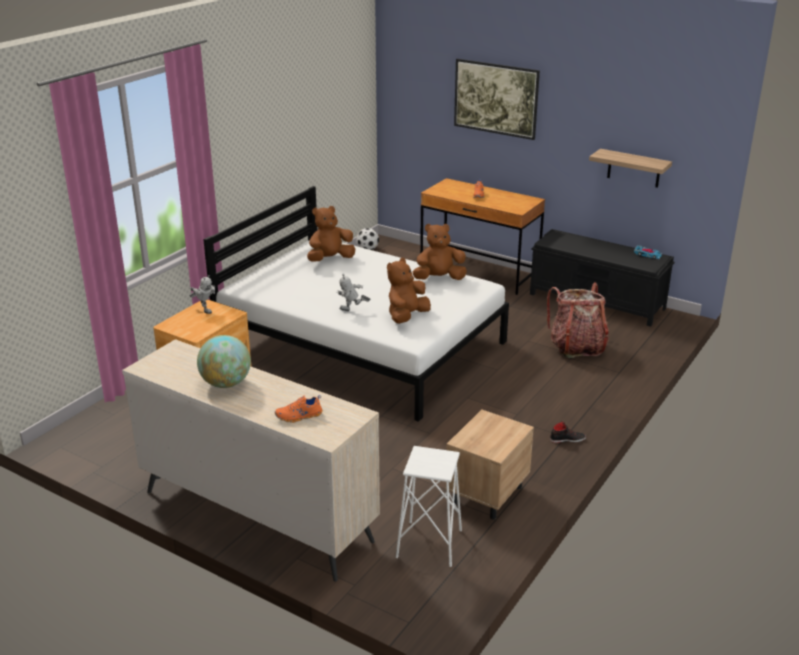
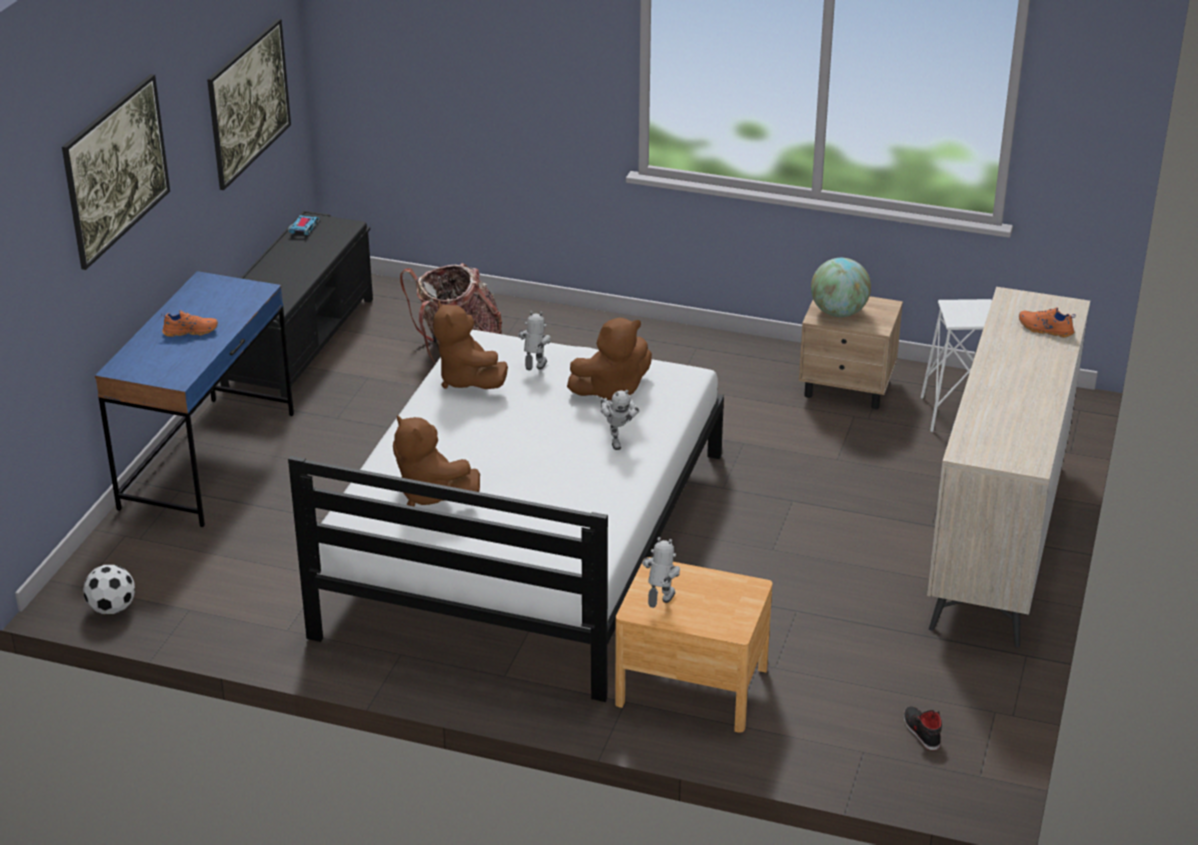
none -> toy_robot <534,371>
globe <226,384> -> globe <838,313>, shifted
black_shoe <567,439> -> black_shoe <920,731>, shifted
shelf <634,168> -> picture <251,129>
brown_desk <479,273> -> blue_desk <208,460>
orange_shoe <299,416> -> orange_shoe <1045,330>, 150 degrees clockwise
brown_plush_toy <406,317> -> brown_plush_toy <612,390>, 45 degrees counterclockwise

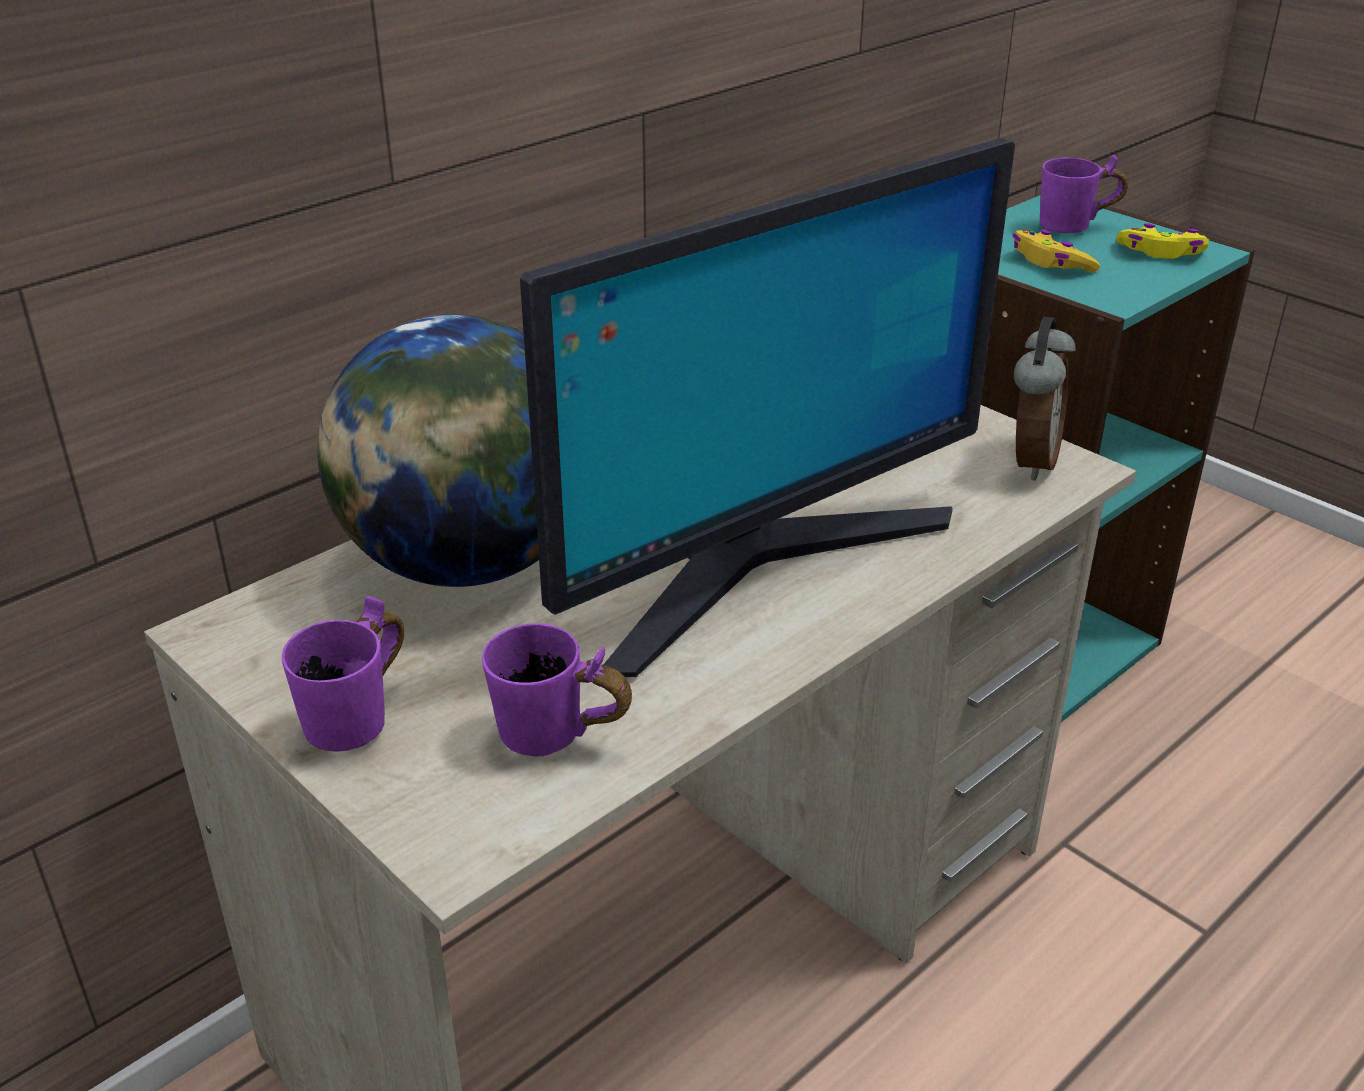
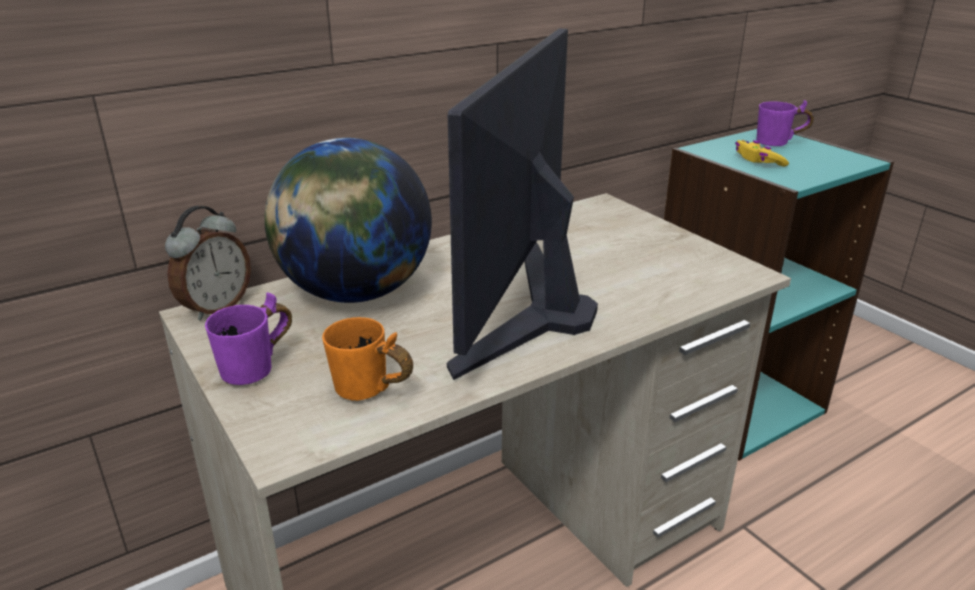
yellow_game_controller <1161,253> -> none
alarm_clock <1030,461> -> alarm_clock <215,307>, shifted
purple_mug <554,745> -> orange_mug <367,395>
monitor <759,567> -> monitor <530,310>, 135 degrees clockwise

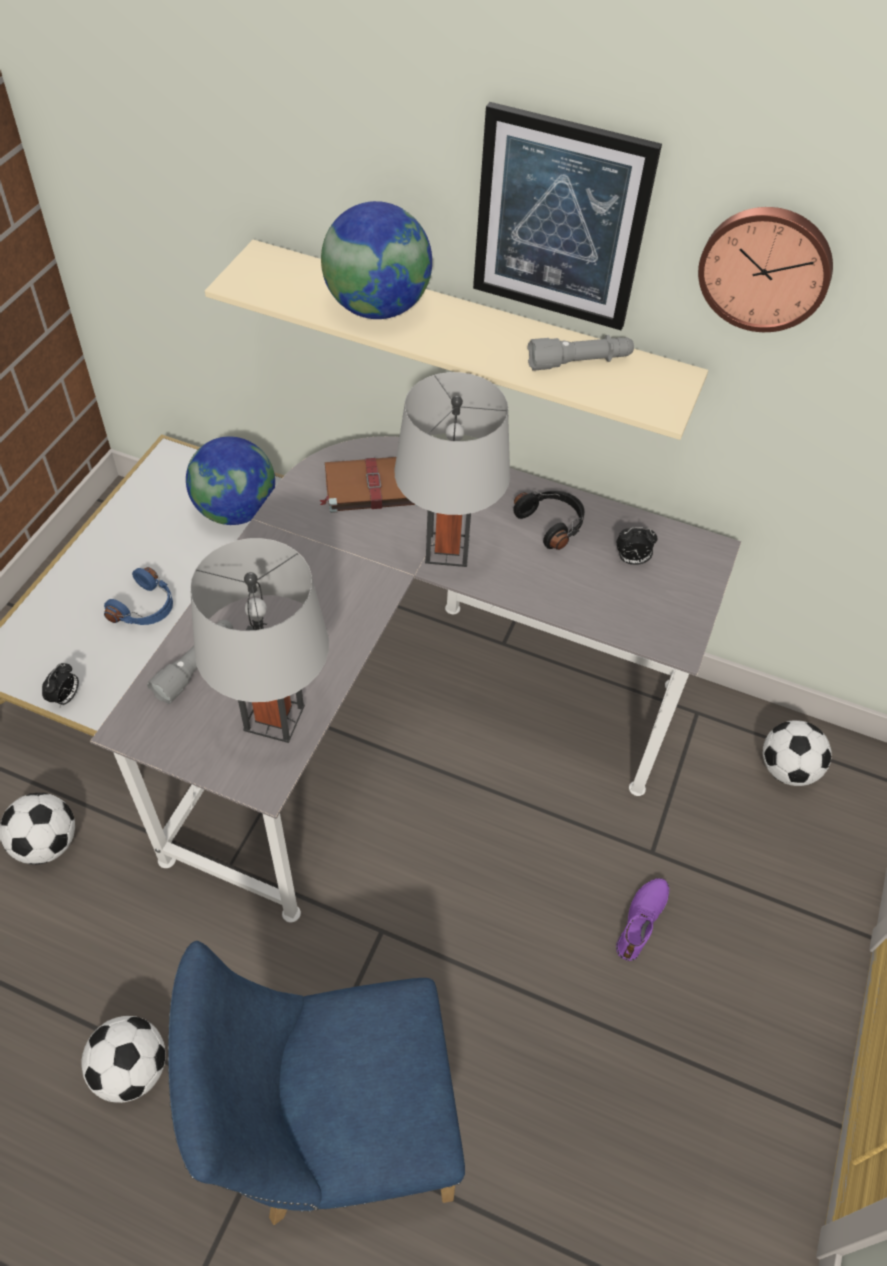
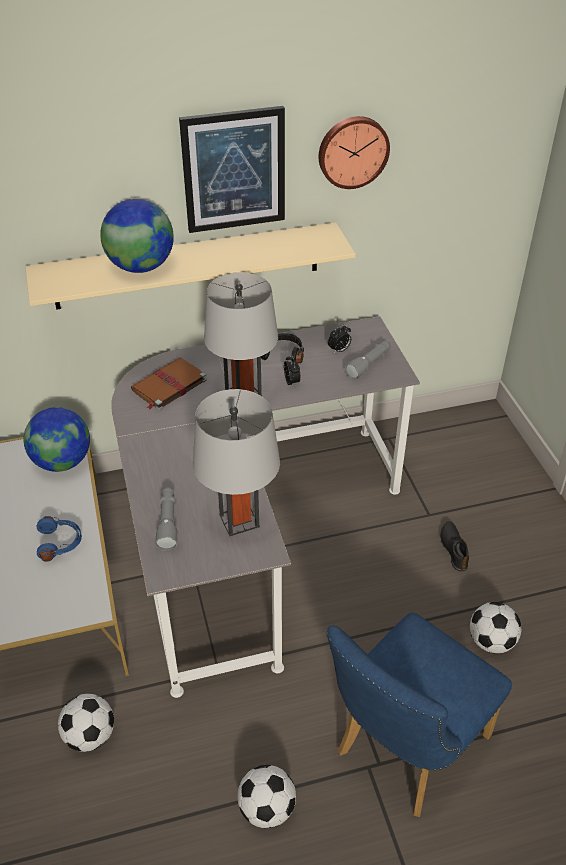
alarm_clock <66,698> -> alarm_clock <292,382>, shifted
grey_flashlight <579,362> -> grey_flashlight <369,364>, shifted
football <787,769> -> football <491,641>, shifted
purple_shoe <642,921> -> black_shoe <454,548>

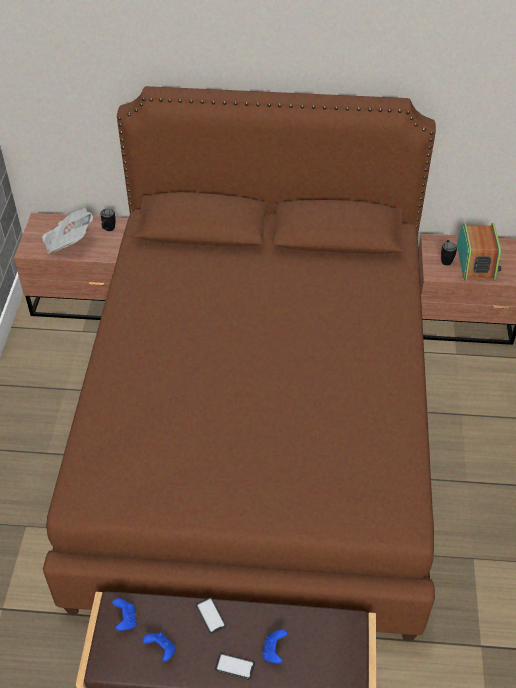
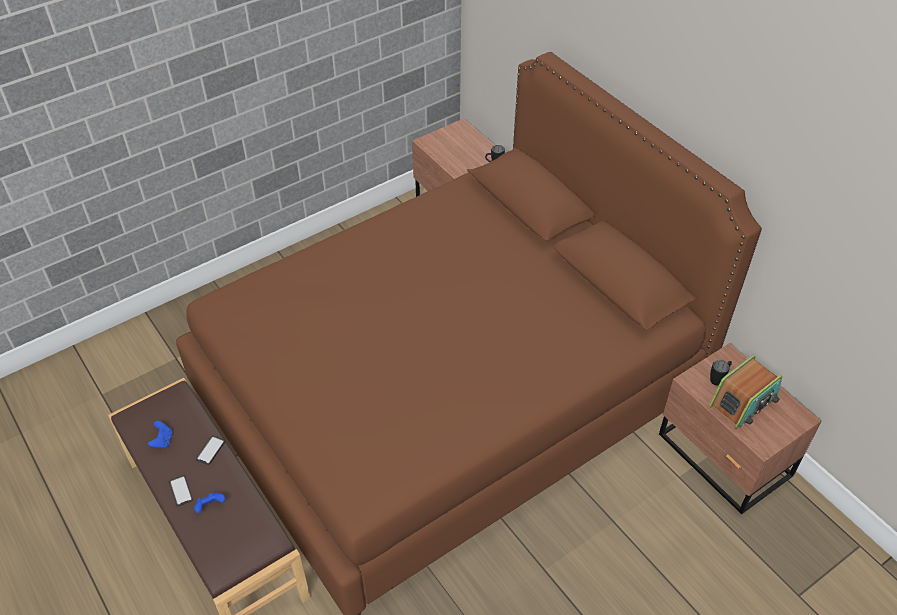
newspaper <68,242> -> none
blue_game_controller <125,619> -> none

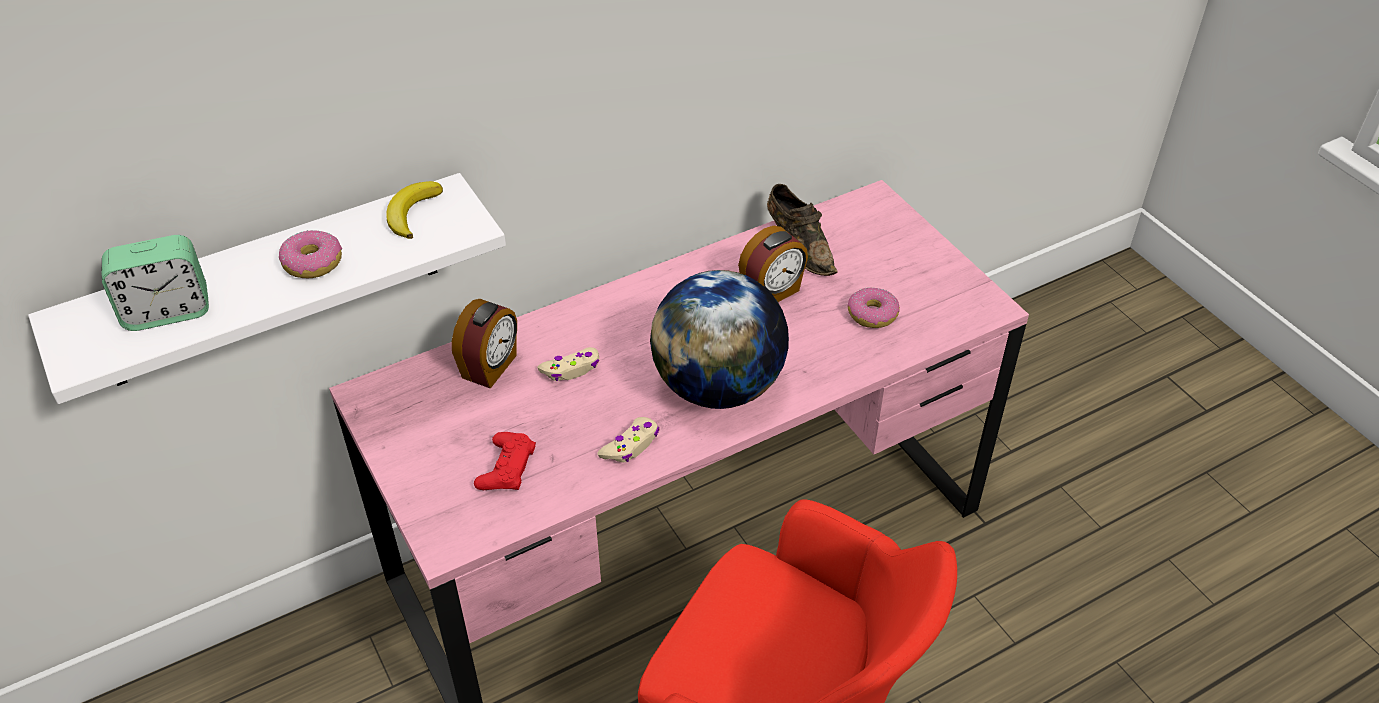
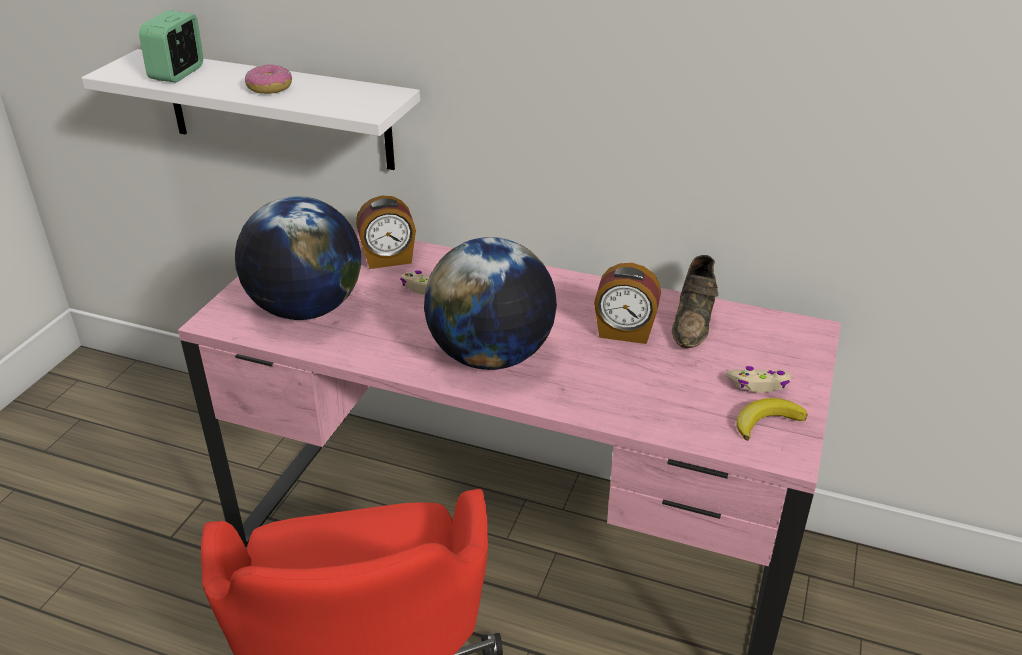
donut <872,314> -> none
banana <412,213> -> banana <766,421>, shifted
beige_game_controller <631,446> -> beige_game_controller <759,385>, shifted
red_game_controller <506,467> -> globe <306,309>
alarm_clock <167,311> -> alarm_clock <178,73>, 75 degrees clockwise

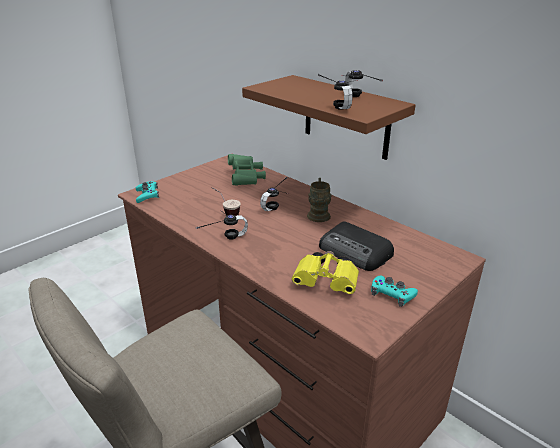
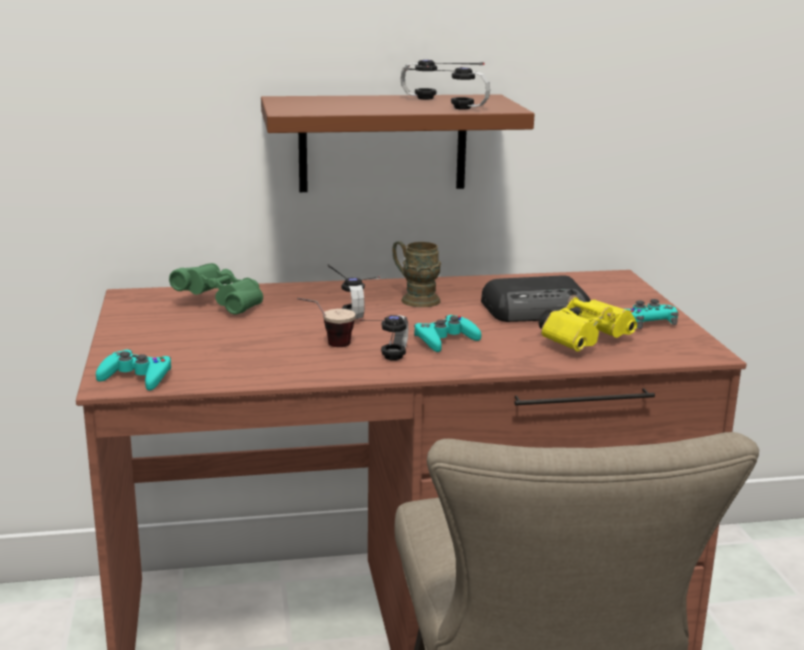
none -> turquoise_game_controller <445,340>

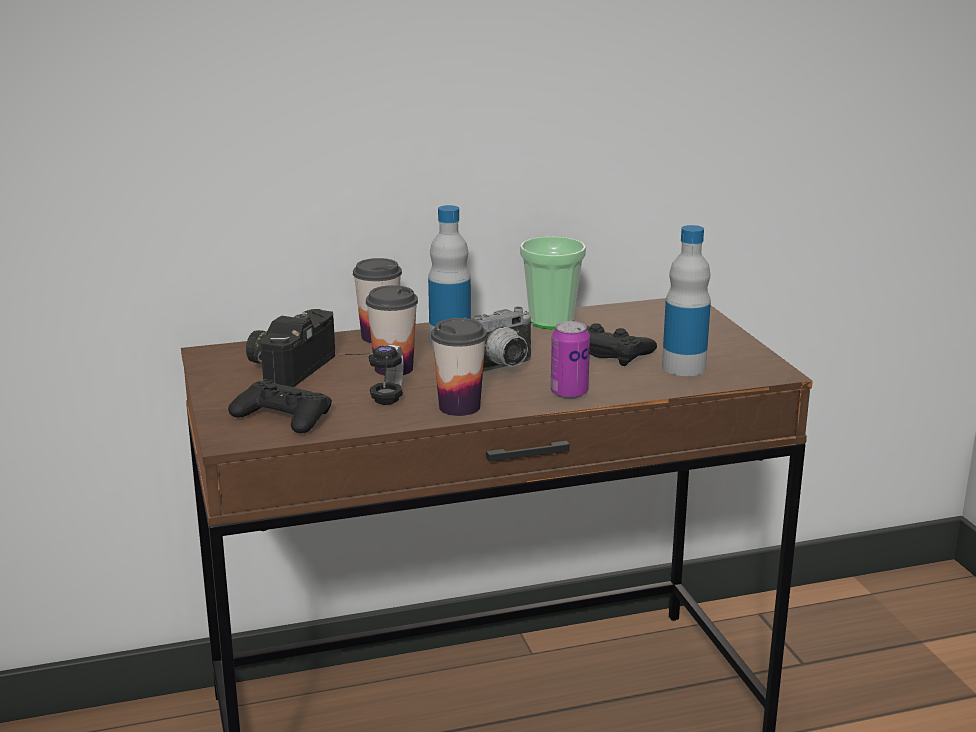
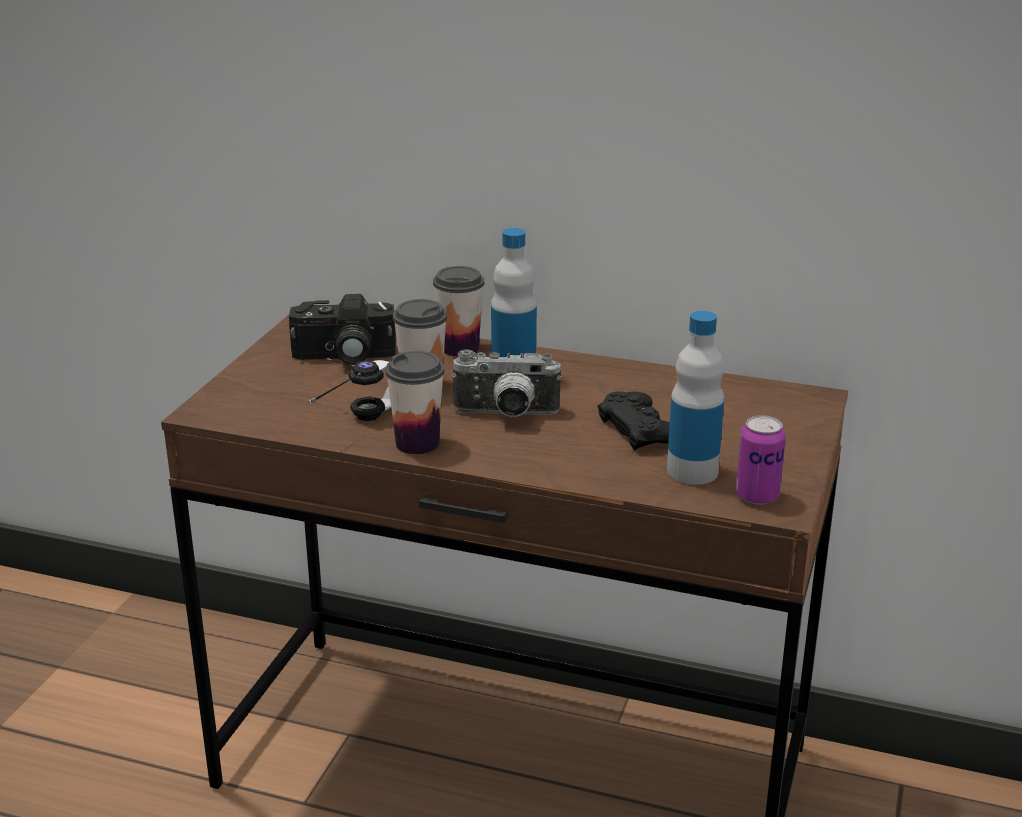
black_game_controller <283,417> -> none
cup <551,321> -> none
can <569,393> -> can <757,496>, shifted
photo_camera <290,367> -> photo_camera <343,357>, 150 degrees counterclockwise

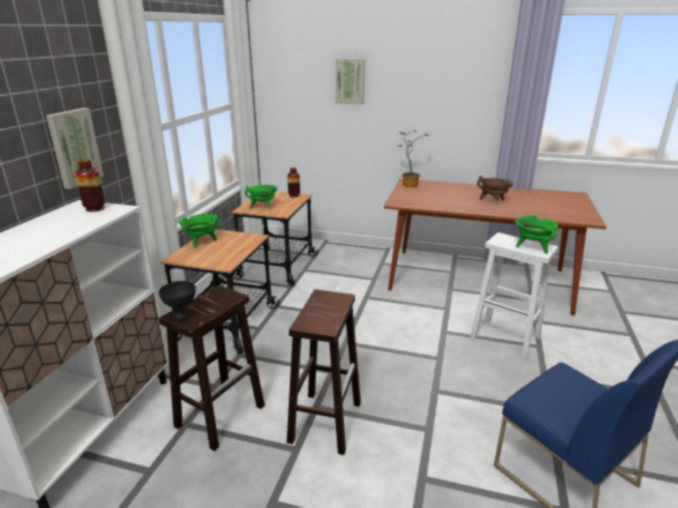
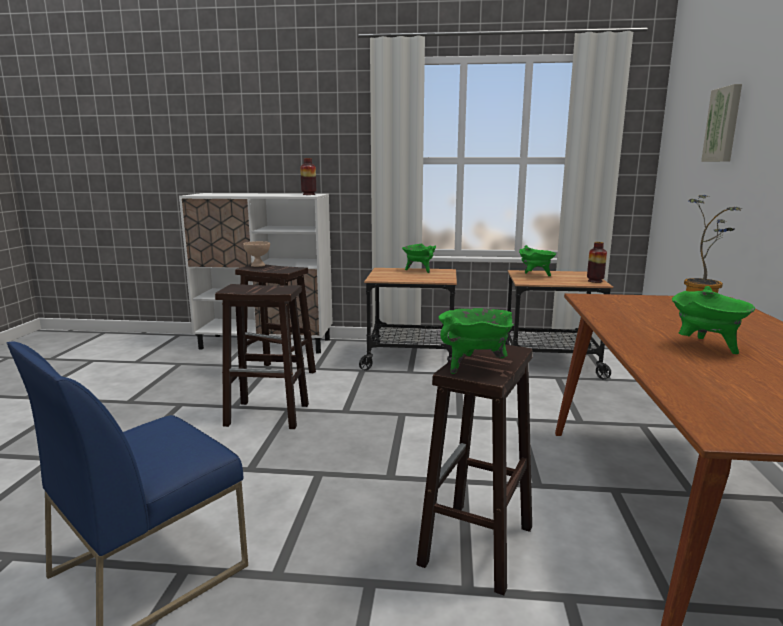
picture <74,147> -> none
black_bowl <182,315> -> beige_bowl <257,265>
white_stool <506,338> -> brown_stool <477,546>
brown_cooking_pot <493,202> -> green_cooking_pot <706,347>

